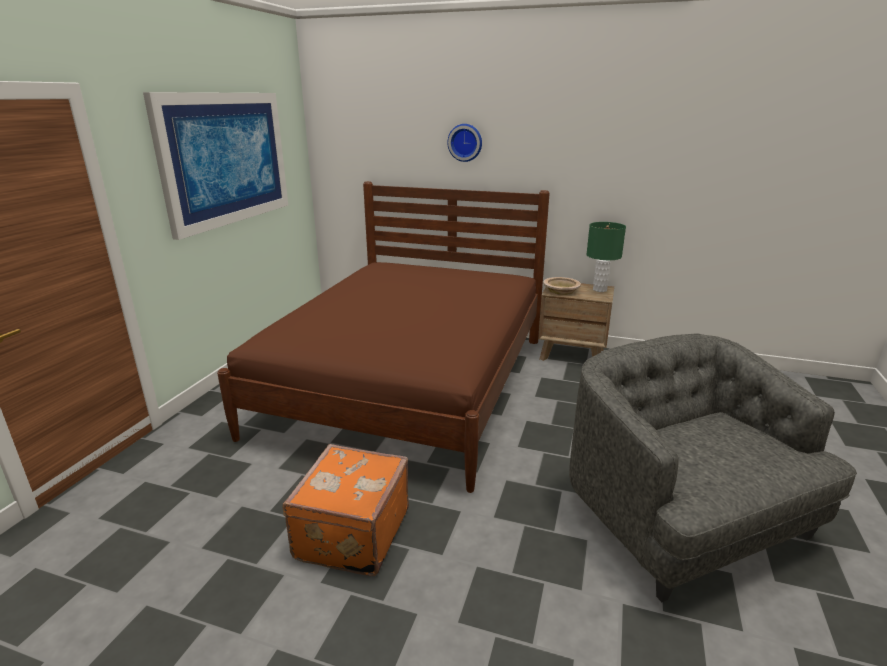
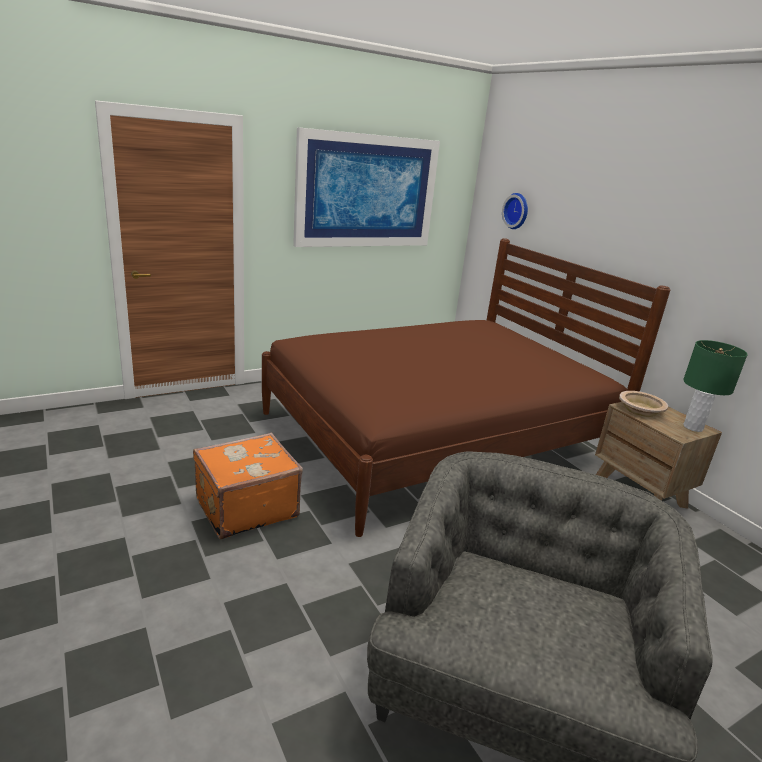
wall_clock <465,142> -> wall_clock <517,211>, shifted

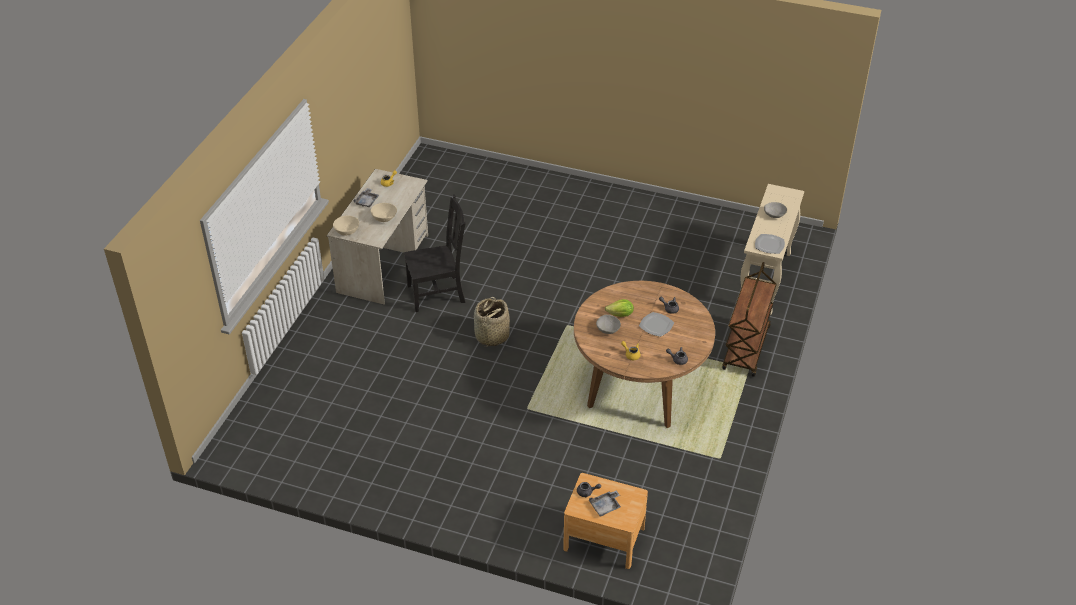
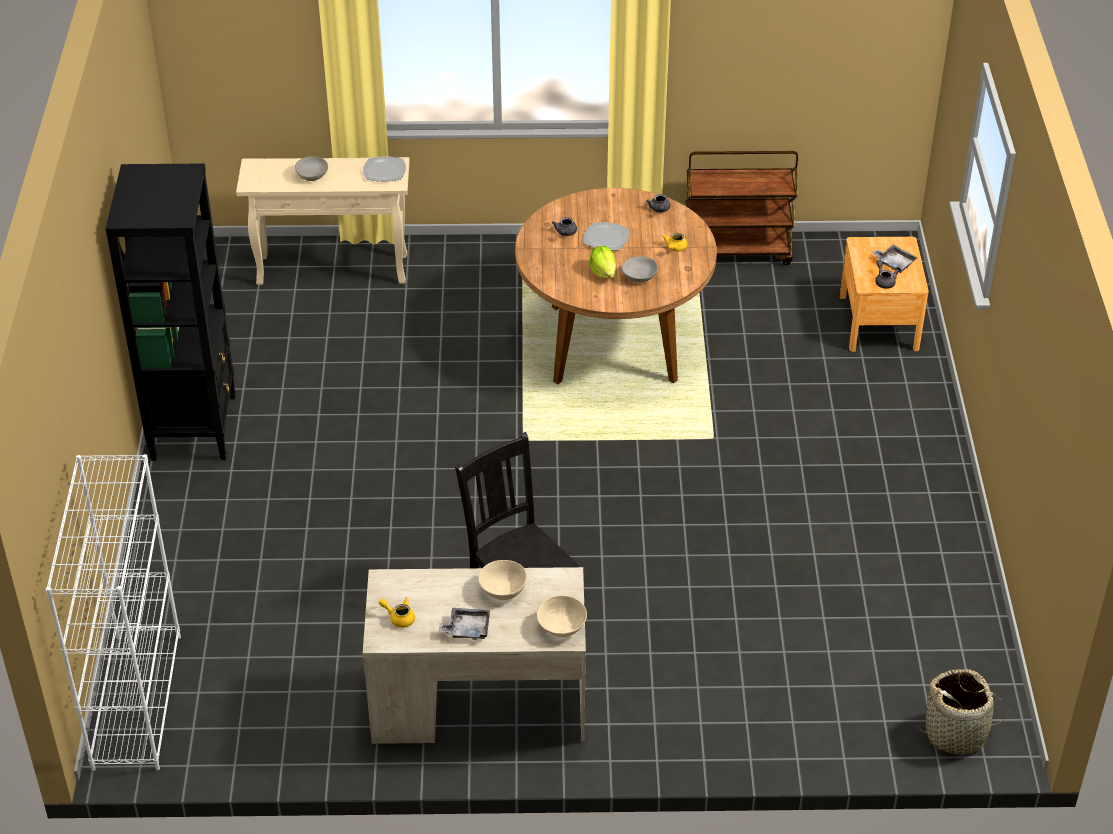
none -> white_bookcase <136,700>
none -> black_bookcase <194,427>
basket <491,336> -> basket <956,733>, shifted
brown_cart <746,349> -> brown_cart <736,251>, shifted

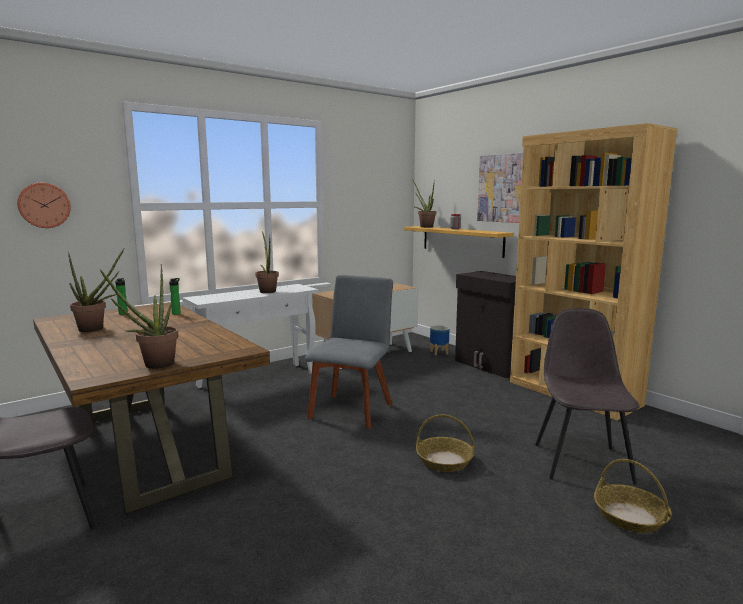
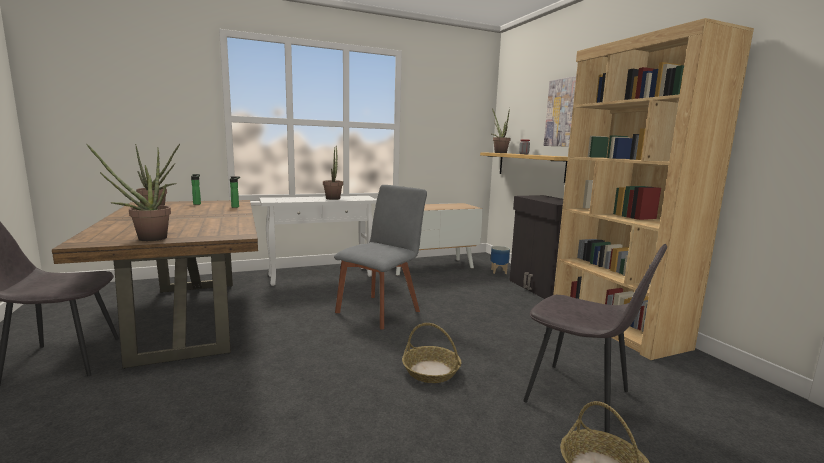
wall_clock <44,205> -> none
grey_chair <581,461> -> grey_chair <580,397>, 105 degrees clockwise

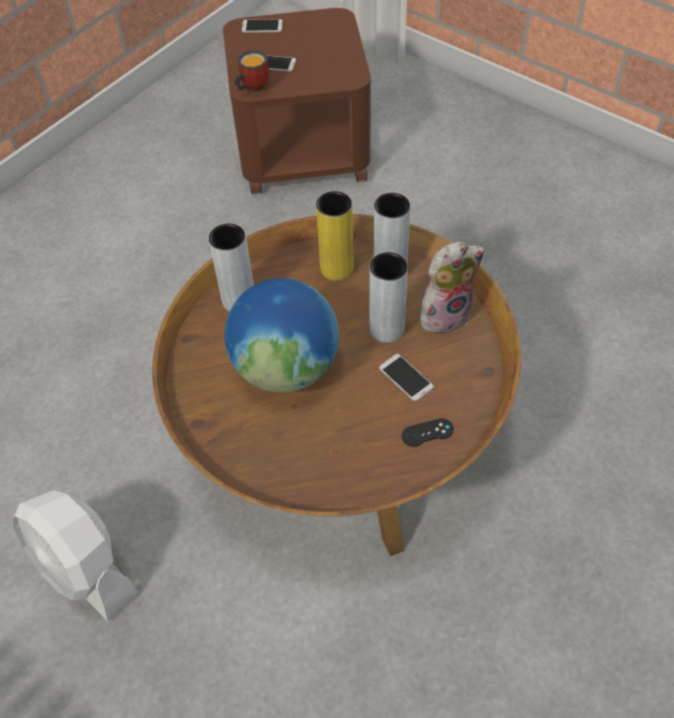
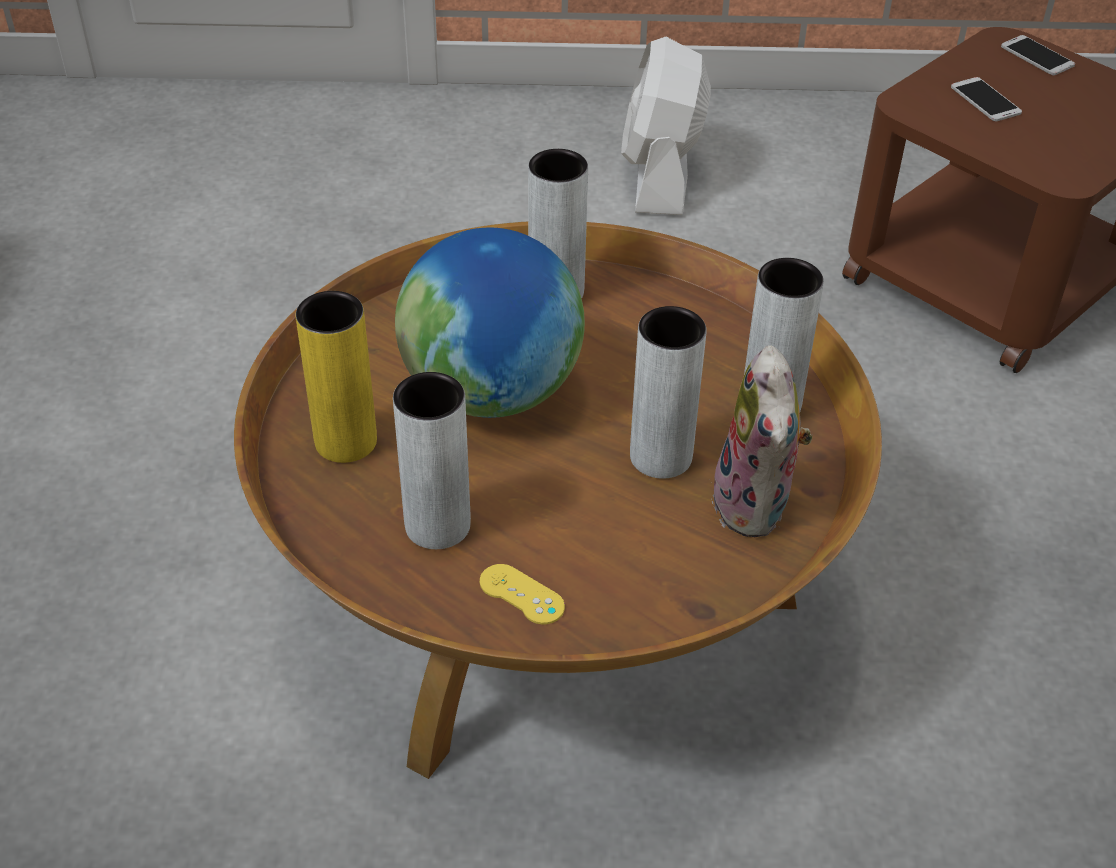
mug <251,88> -> none
phone <406,377> -> none
none -> grey_vase <437,525>
white_fan <85,569> -> white_fan <660,175>, shifted
yellow_vase <336,268> -> yellow_vase <346,441>, shifted
black_game_controller <427,432> -> yellow_game_controller <521,594>
plush_toy <445,314> -> plush_toy <756,506>, 60 degrees clockwise

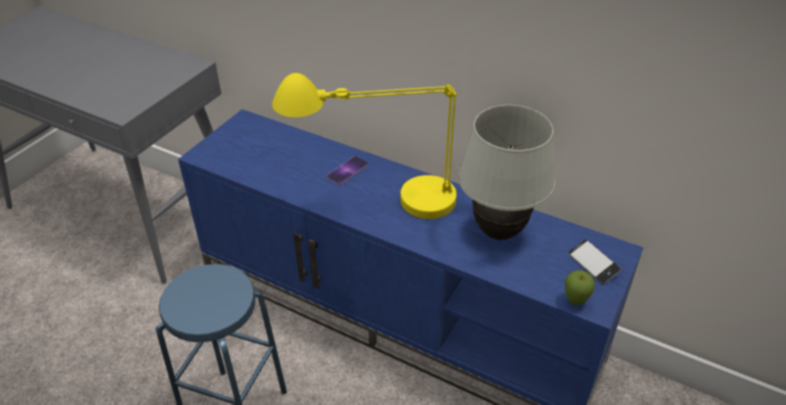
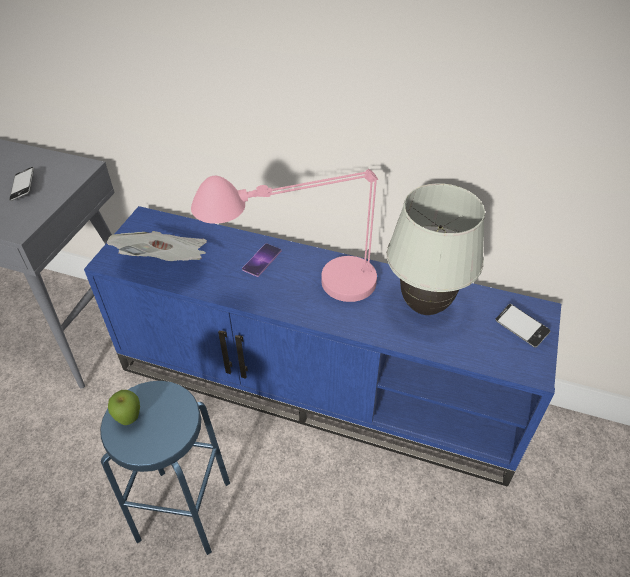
none -> phone <23,187>
none -> newspaper <167,263>
apple <575,301> -> apple <129,419>, shifted
yellow_table_lamp <378,204> -> pink_table_lamp <301,292>

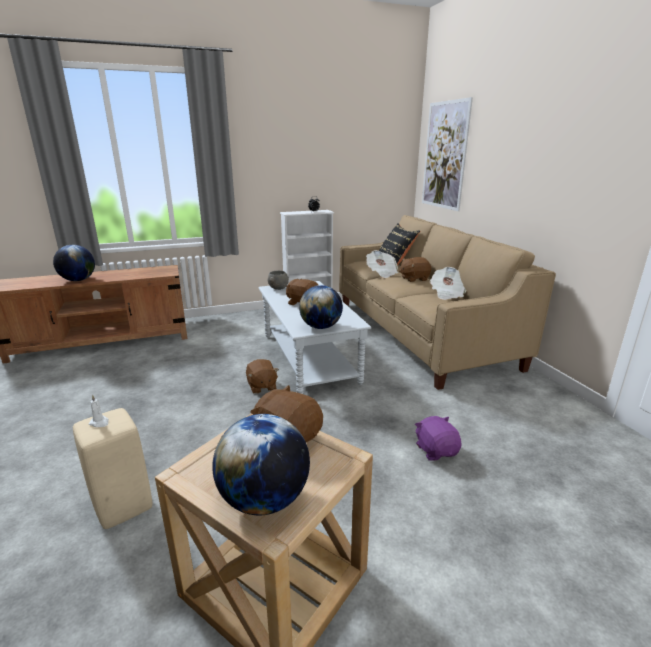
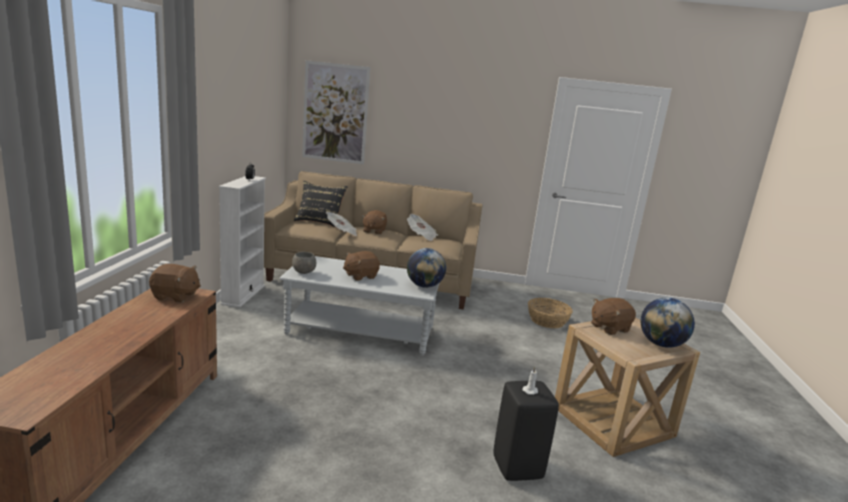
globe <78,280> -> none
purple_plush_toy <436,450> -> none
none -> basket <547,321>
brown_plush_toy <261,386> -> brown_plush_toy <175,296>, shifted
beige_stool <122,508> -> black_stool <518,468>

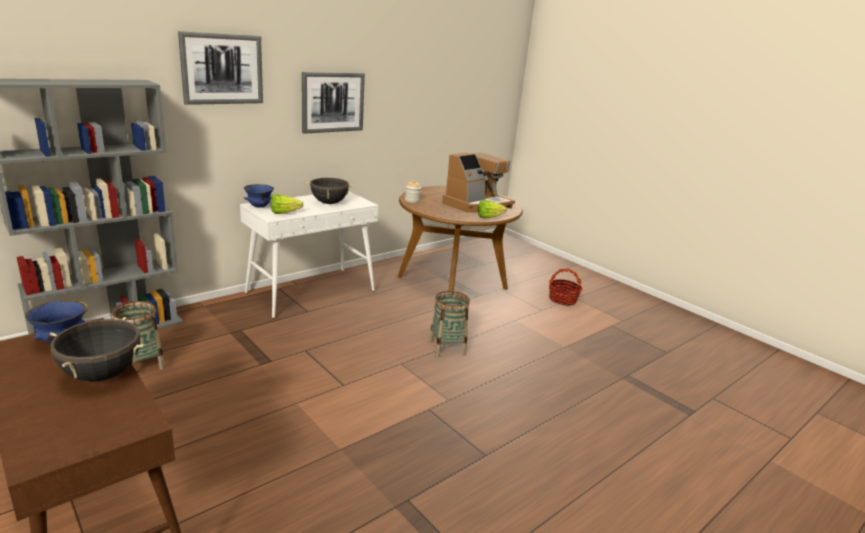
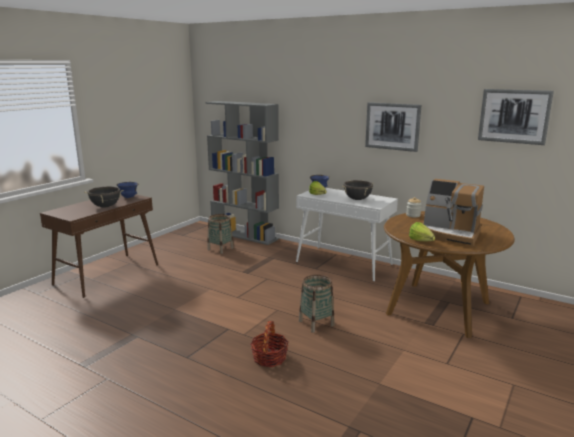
picture <222,69> -> picture <514,116>, shifted
basket <562,299> -> basket <269,358>, shifted

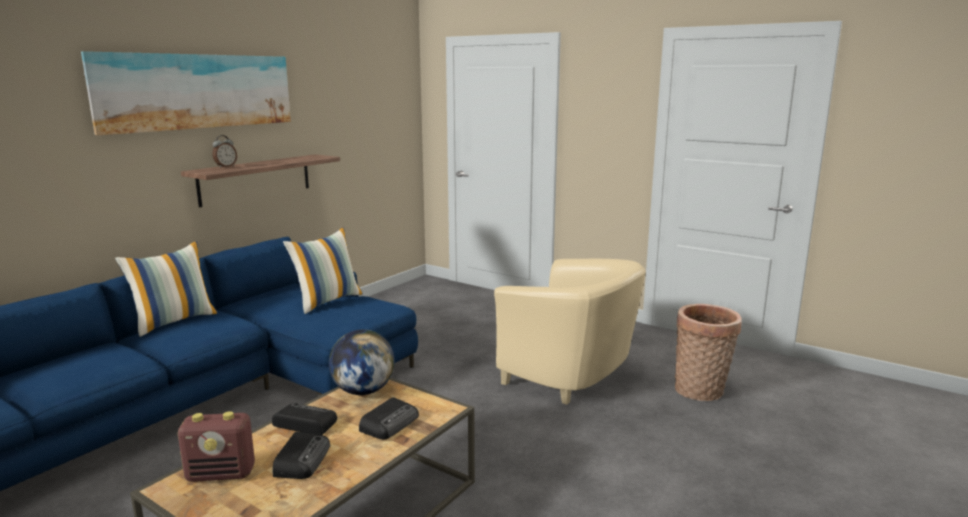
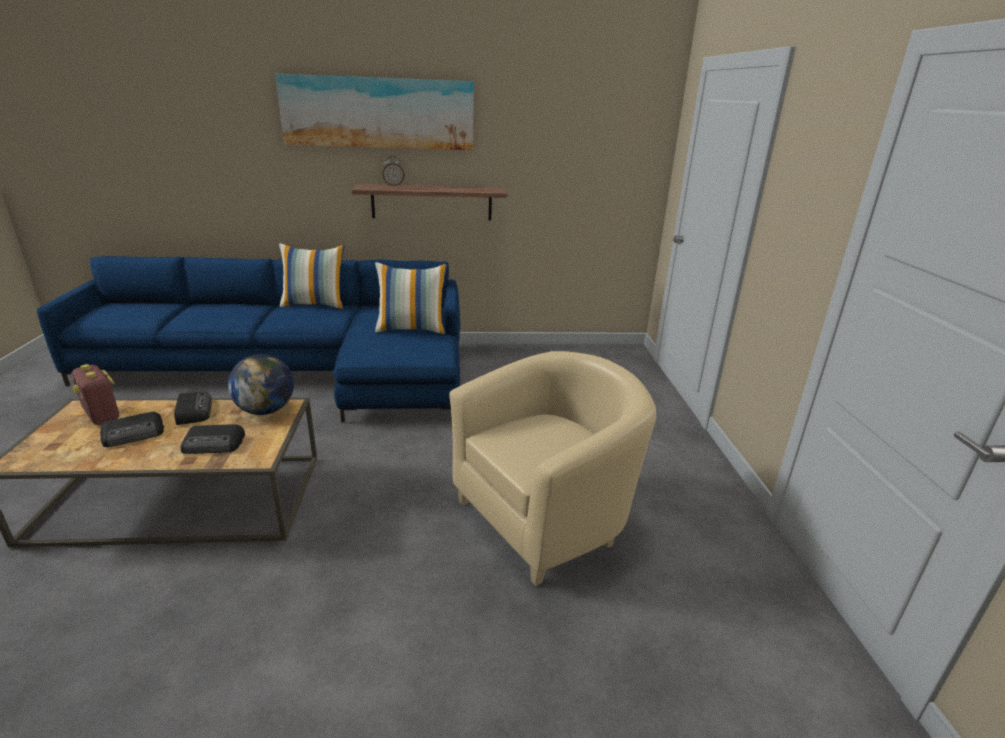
basket <701,391> -> none
beige_armchair <571,377> -> beige_armchair <546,516>, 120 degrees counterclockwise

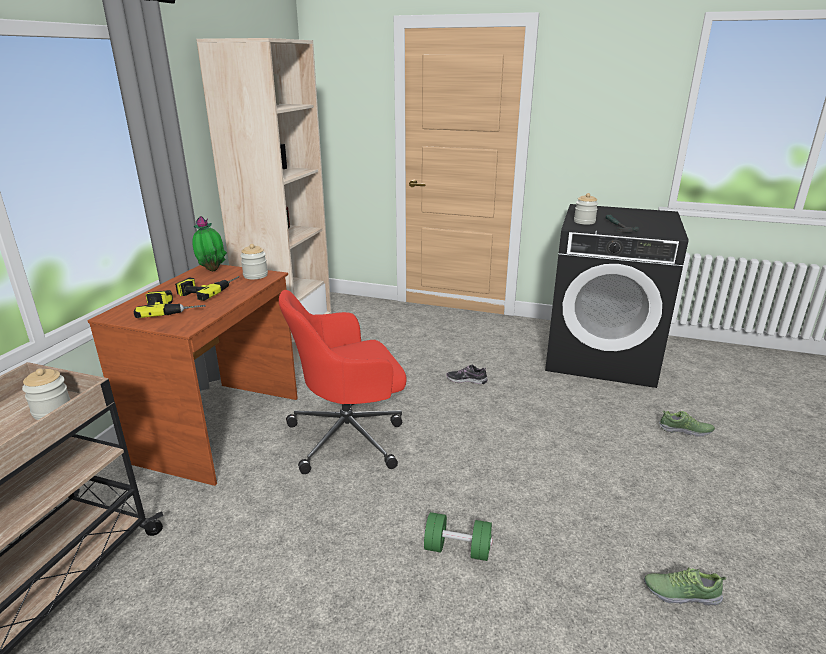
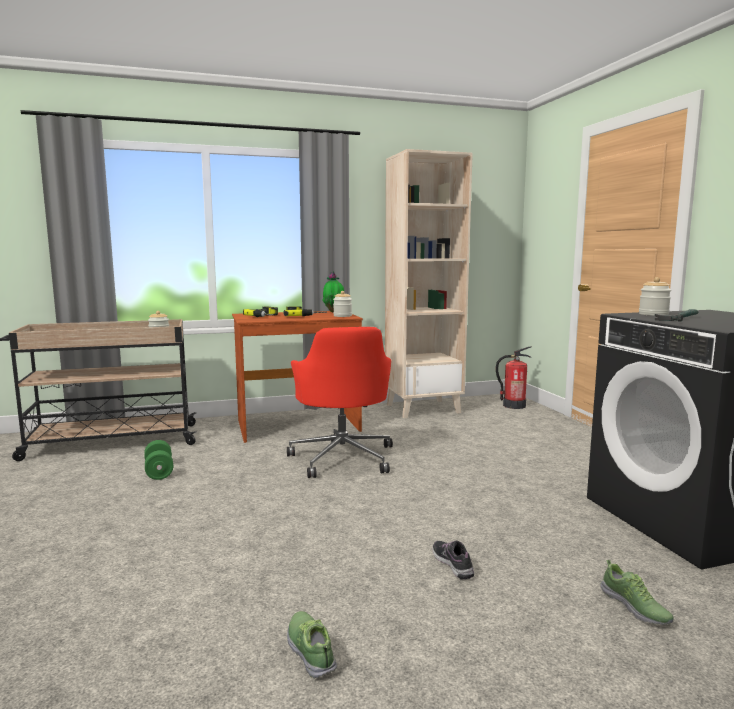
none -> fire_extinguisher <513,405>
green_dumbbell <457,549> -> green_dumbbell <159,471>, shifted
shoe <466,380> -> shoe <452,564>, shifted
red_office_chair <349,436> -> red_office_chair <343,457>, 135 degrees counterclockwise

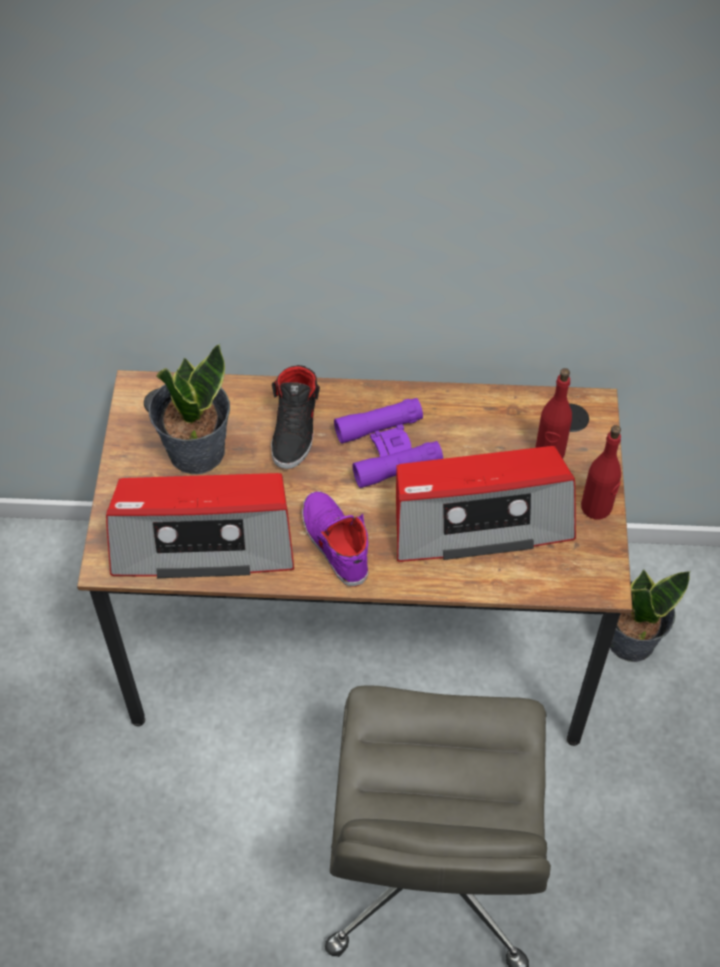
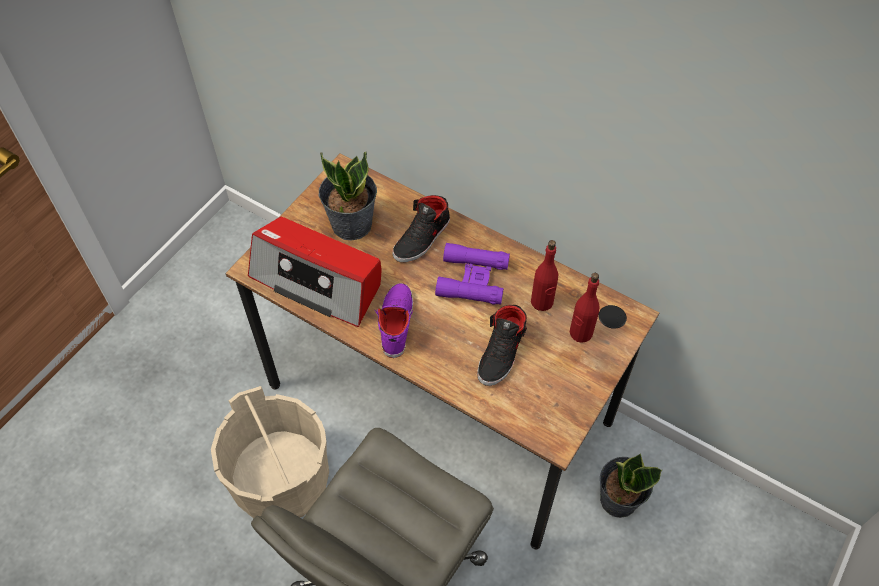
none -> beige_bucket <281,481>
red_bottle <596,507> -> red_bottle <542,302>, shifted
radio <479,517> -> black_shoe <502,353>

